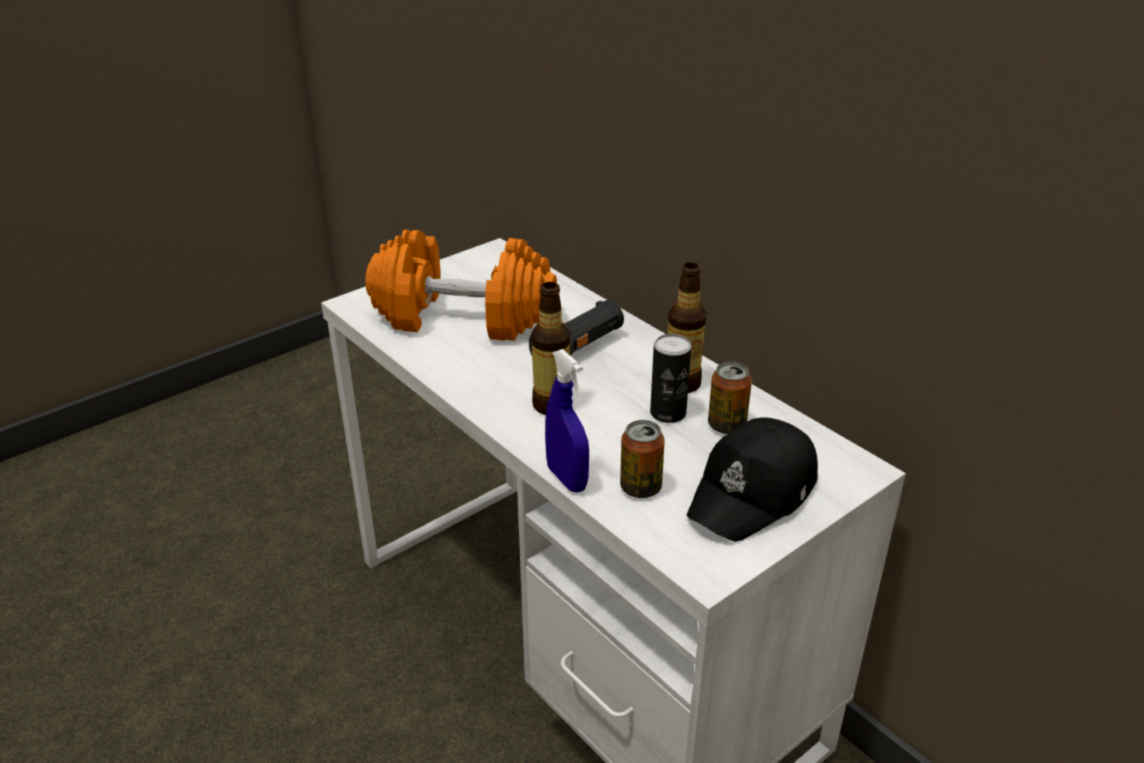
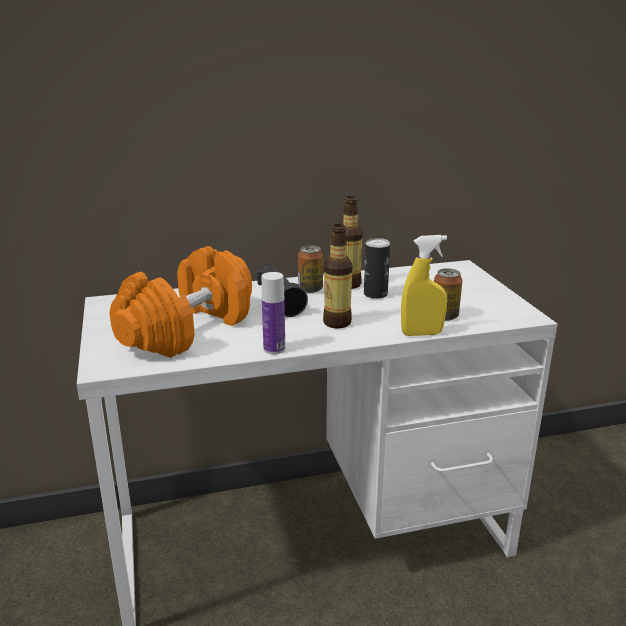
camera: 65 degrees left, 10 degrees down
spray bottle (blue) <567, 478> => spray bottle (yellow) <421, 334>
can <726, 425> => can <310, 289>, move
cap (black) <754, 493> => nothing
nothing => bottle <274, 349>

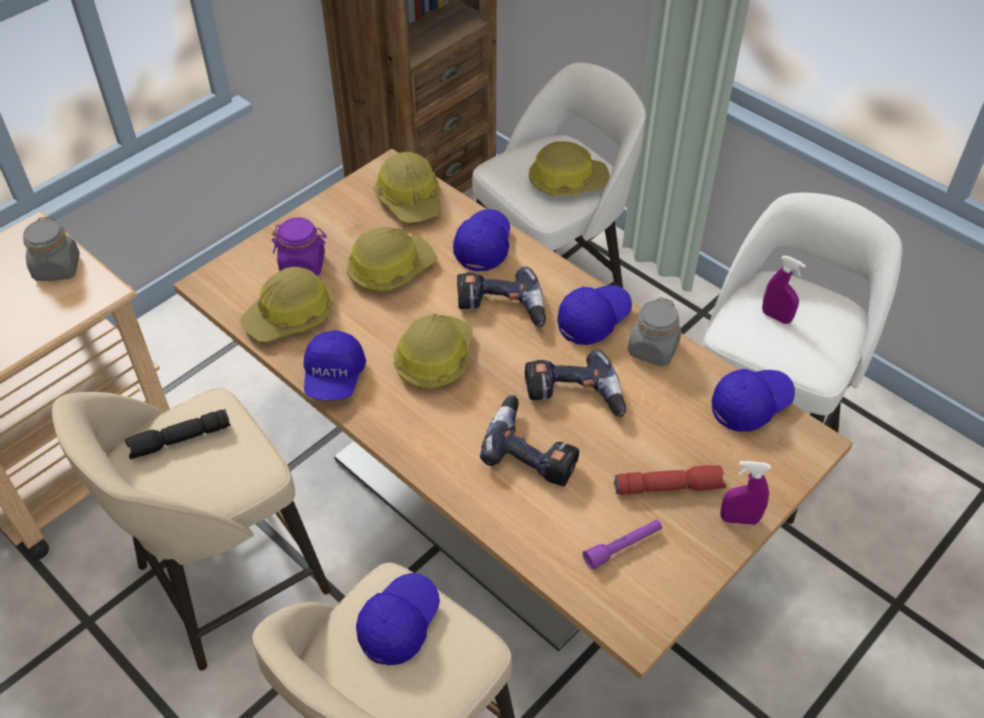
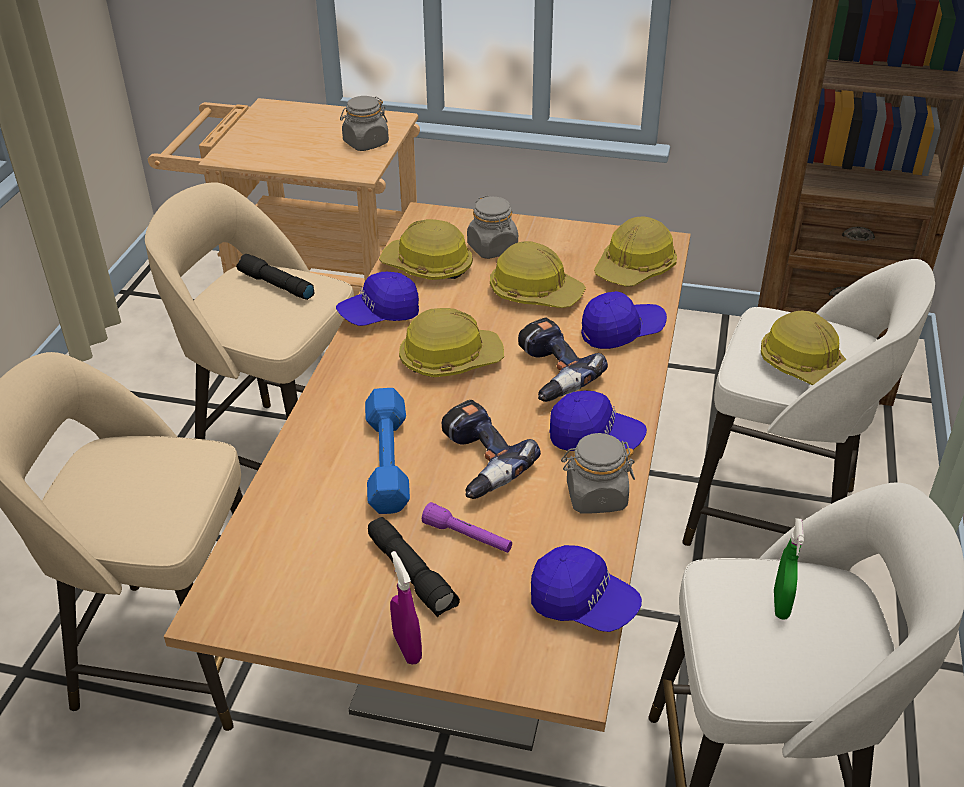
camera: 60 degrees right, 10 degrees down
jar (purple) <303, 264> => jar (grey) <492, 248>
spray bottle (purple) <776, 317> => spray bottle (green) <781, 604>
power drill <532, 450> => dumbbell (blue) <388, 460>
flashlight (red) <668, 486> => flashlight (black) <413, 574>
flashlight (purple) <623, 547> => flashlight (purple) <467, 537>, move
cap (blue) <399, 624> => nothing

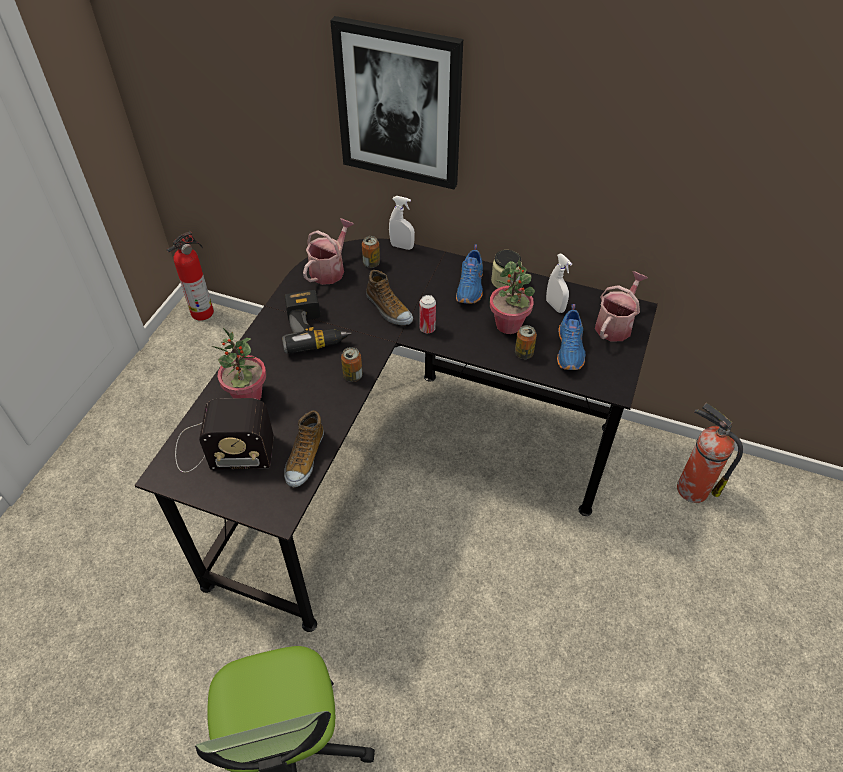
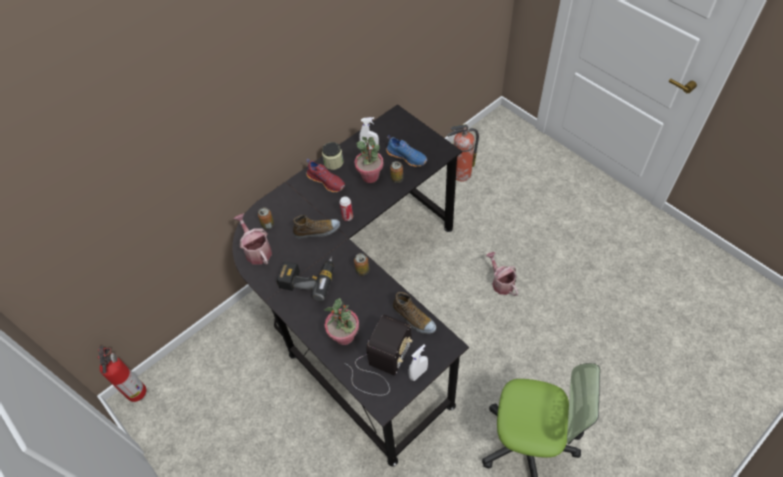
camera: 60 degrees left, 5 degrees up
picture <399, 105> => nothing
spray bottle (white) <402, 246> => spray bottle (white) <418, 373>, move
shoe (blue) <471, 287> => shoe (red) <327, 181>
watering can <615, 324> => watering can <501, 282>, move

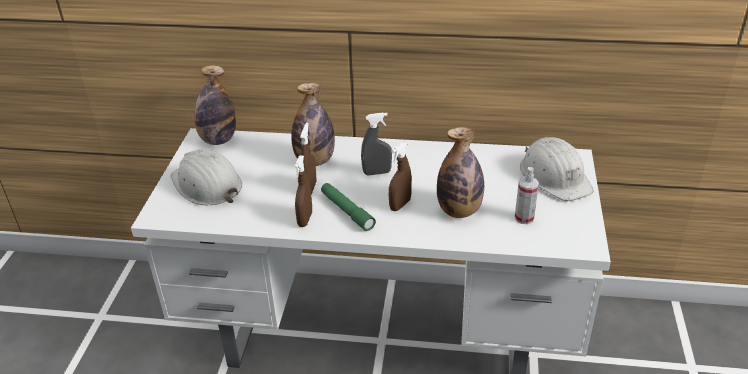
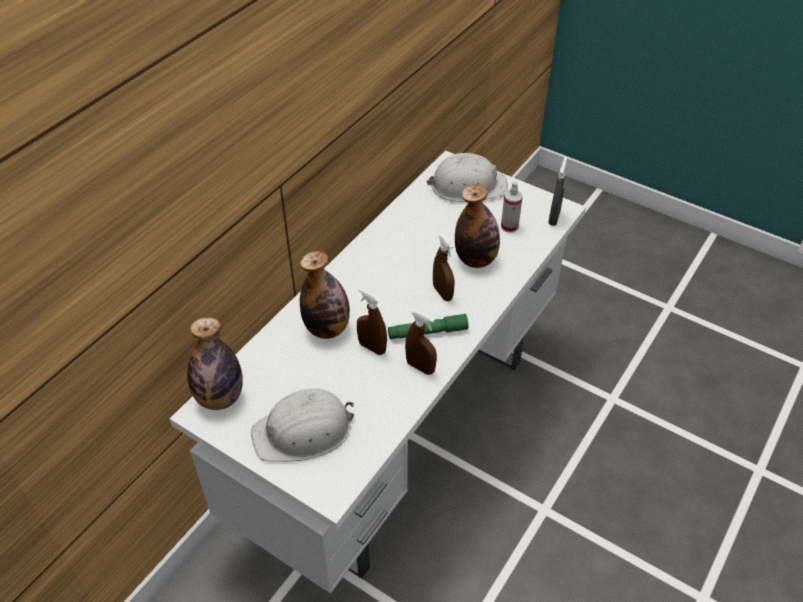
camera: 65 degrees left, 10 degrees up
spray bottle (grey) <377, 172> => spray bottle (grey) <554, 218>, move

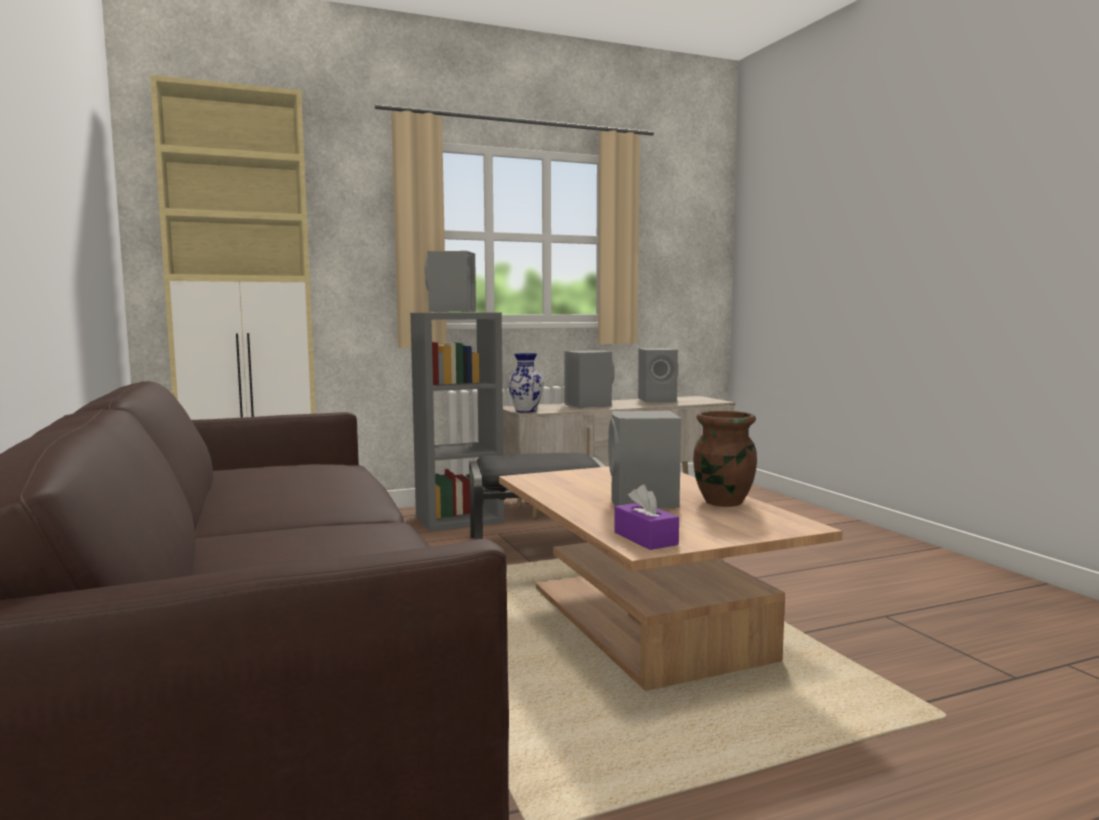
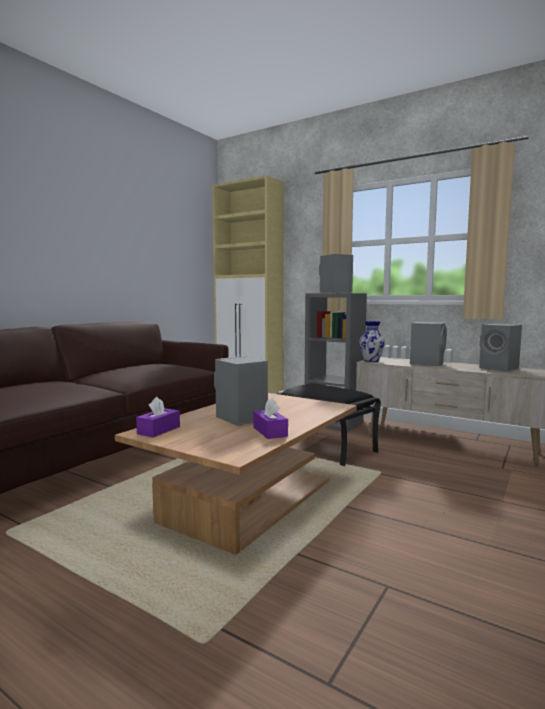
camera: 55 degrees right, 0 degrees up
vase (brown) <723, 502> => tissue box (purple) <270, 432>

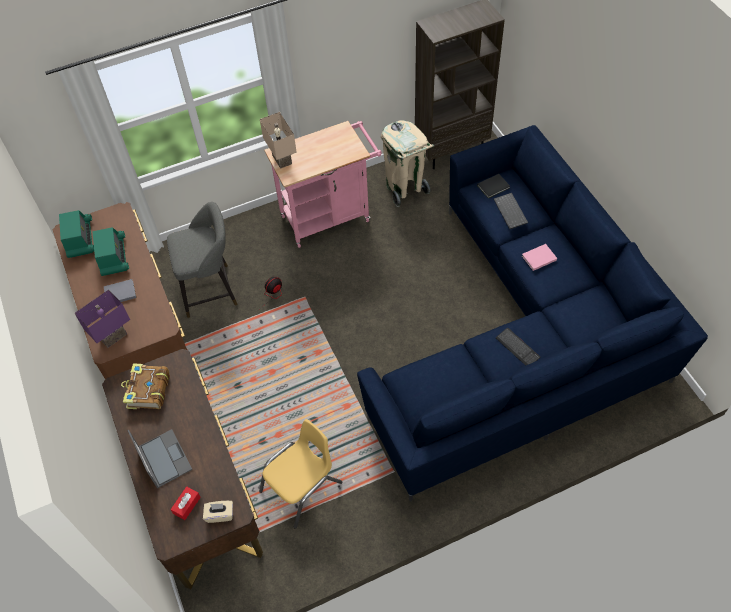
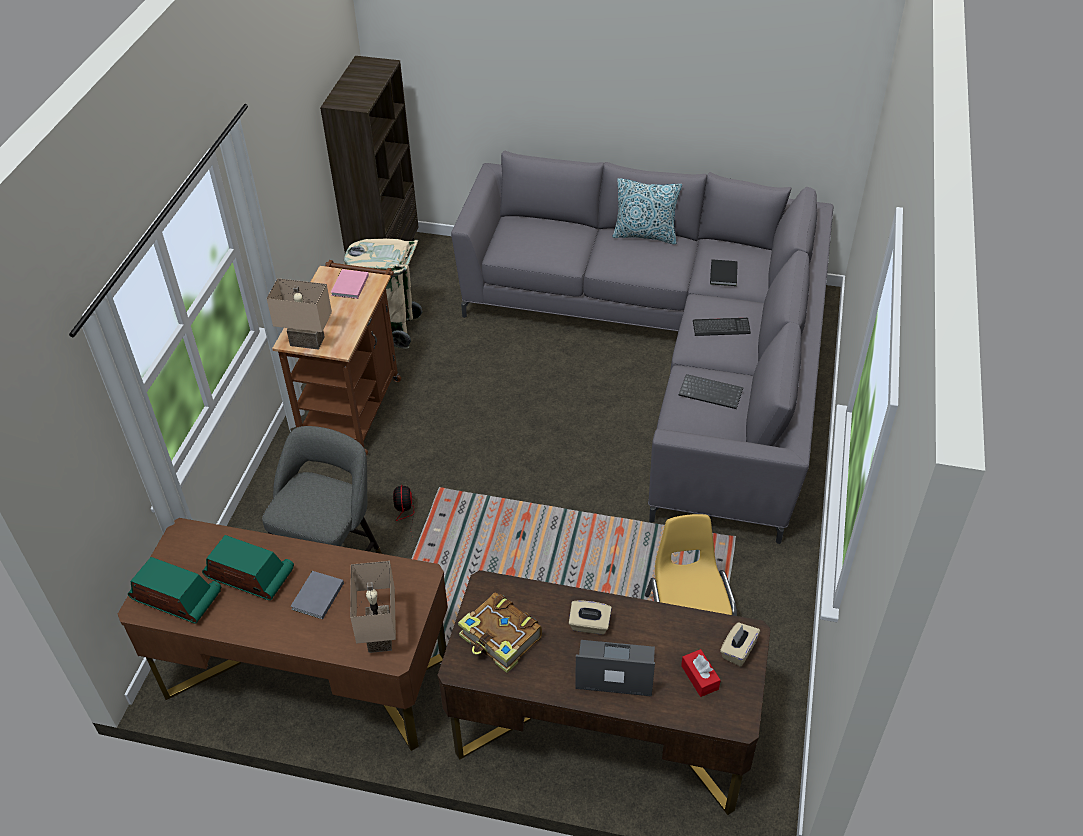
camera: 55 degrees left, 10 degrees down
cart (pink) <330, 216> => cart (brown) <354, 406>
sofa (blue) <525, 340> => sofa (grey) <672, 353>
book (black) <494, 187> => book (black) <724, 273>, move
keyboard <511, 212> => keyboard <711, 392>, move
book (pink) <538, 258> => book (pink) <349, 286>, move
table lamp (purple) <113, 335> => table lamp (beige) <377, 635>
nothing => pillow <645, 235>
nothing => tissue box (beige) <589, 625>

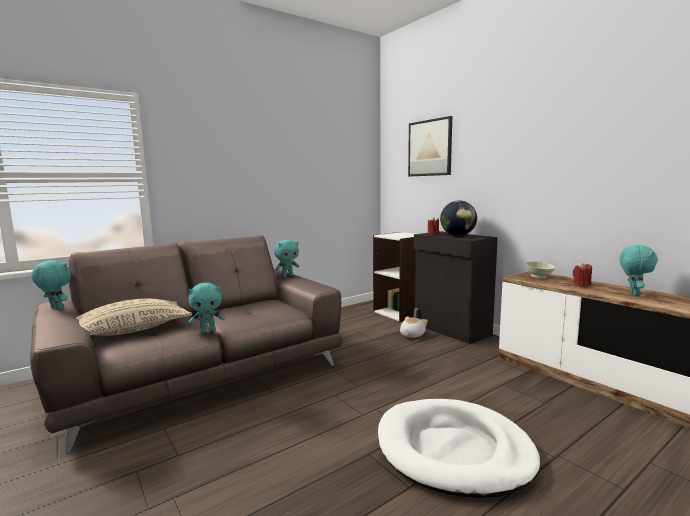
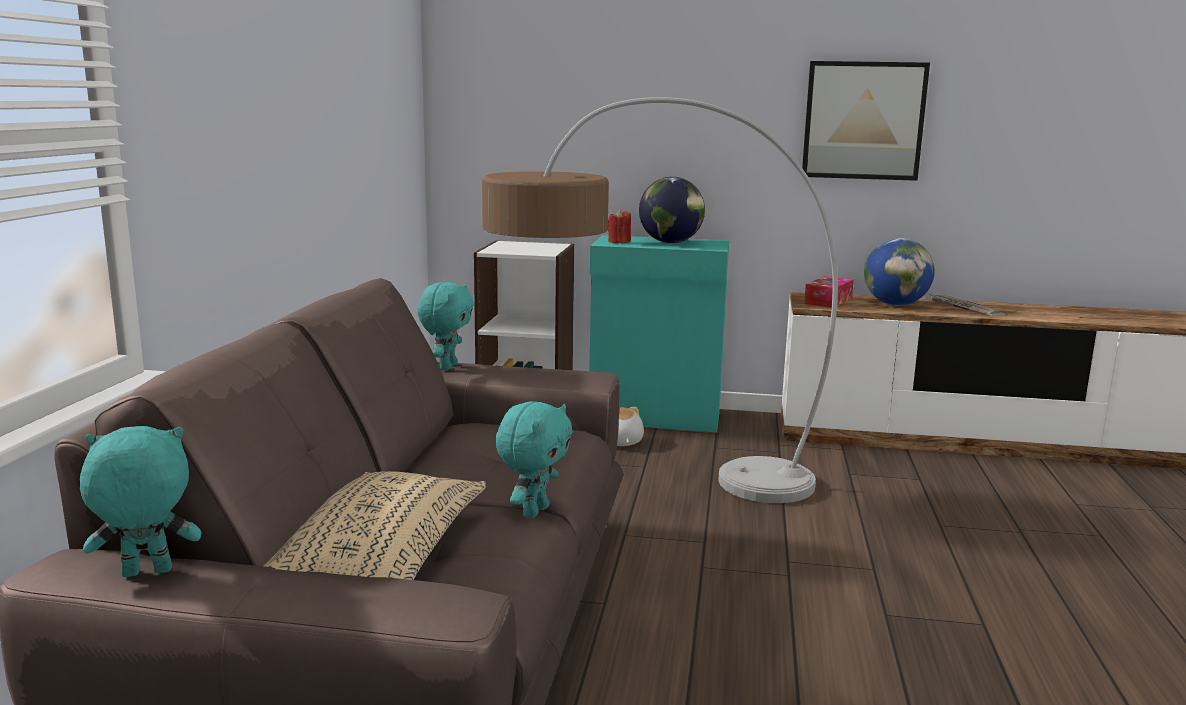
camera: 45 degrees left, 5 degrees up
picture <429, 148> => picture <863, 121>, move
cabinet (black) <451, 330> => cabinet (turquoise) <656, 417>
plush toy (turquoise) <633, 294> => newspaper <964, 308>
bowl (beige) <539, 277> => tissue box <828, 301>
candle (red) <581, 285> => globe <895, 304>
dog bed (white) <454, 450> => nothing
nothing => floor lamp <635, 478>

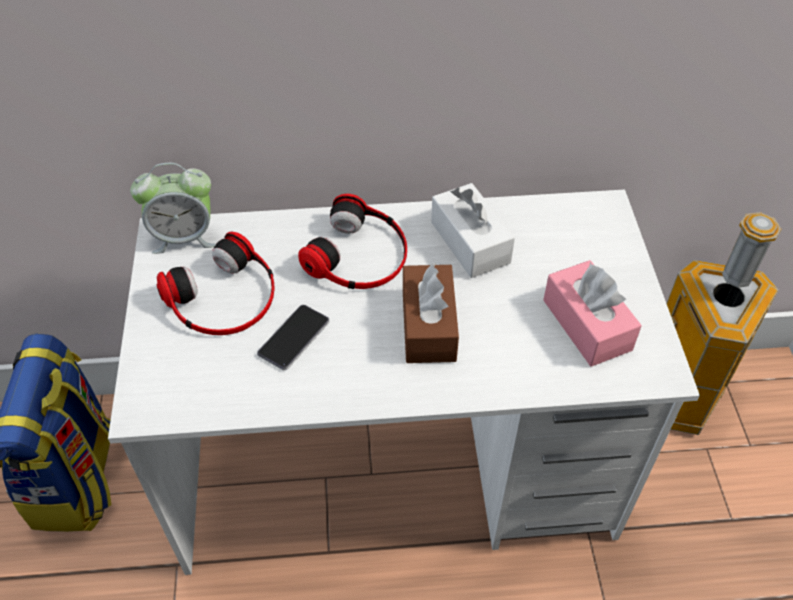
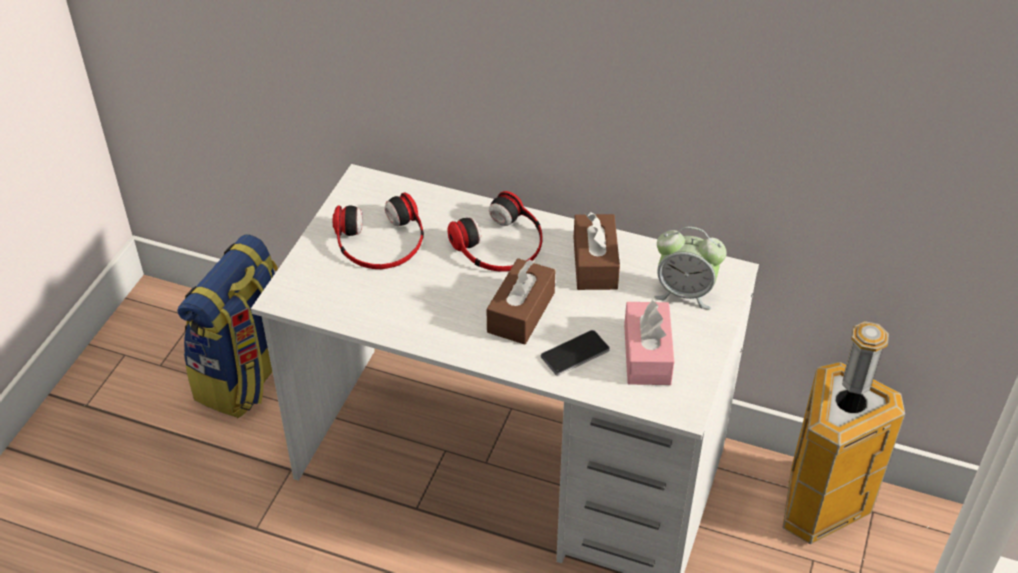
camera: 25 degrees right, 5 degrees down
alarm clock <184, 237> => alarm clock <685, 292>, move
tissue box (white) <470, 242> => tissue box (brown) <595, 263>
phone <294, 338> => phone <575, 353>, move

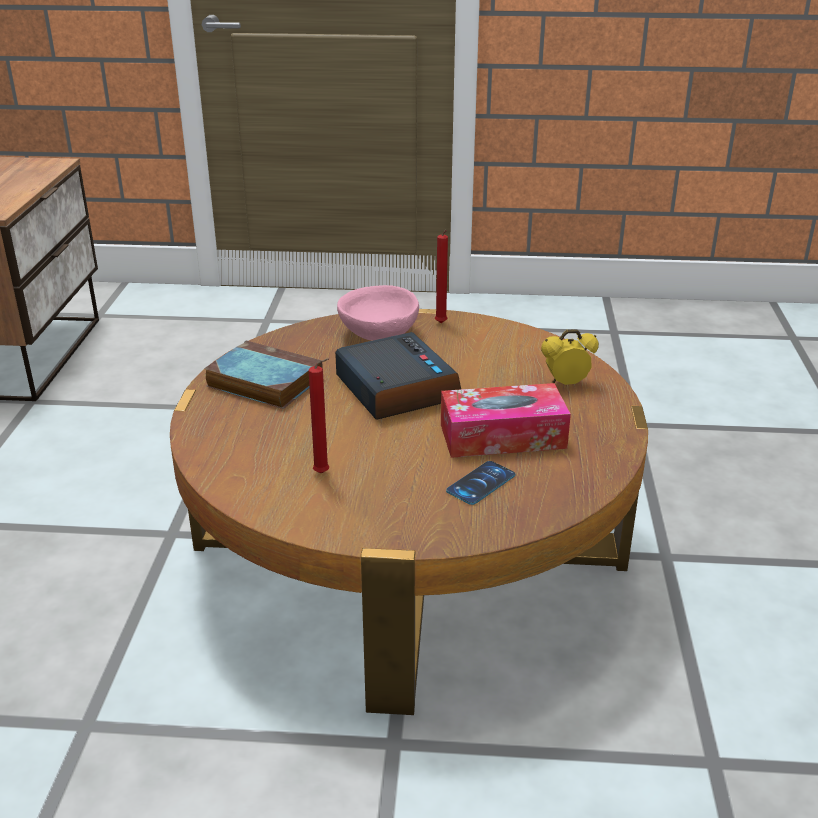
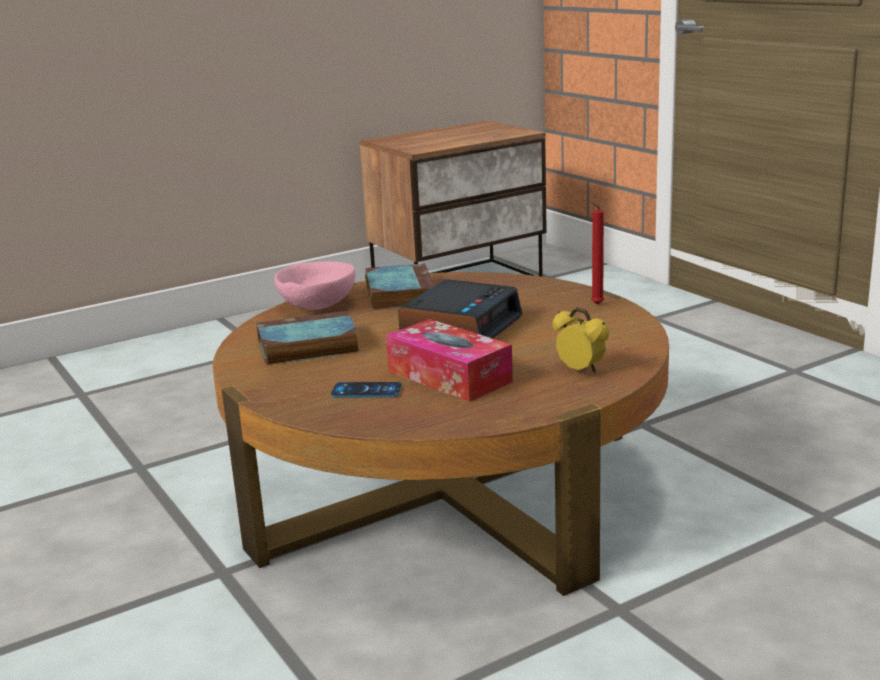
camera: 55 degrees right, 10 degrees down
bowl (pink) <378, 334> => bowl (pink) <317, 305>, move
candle (red) <324, 474> => book <306, 347>

